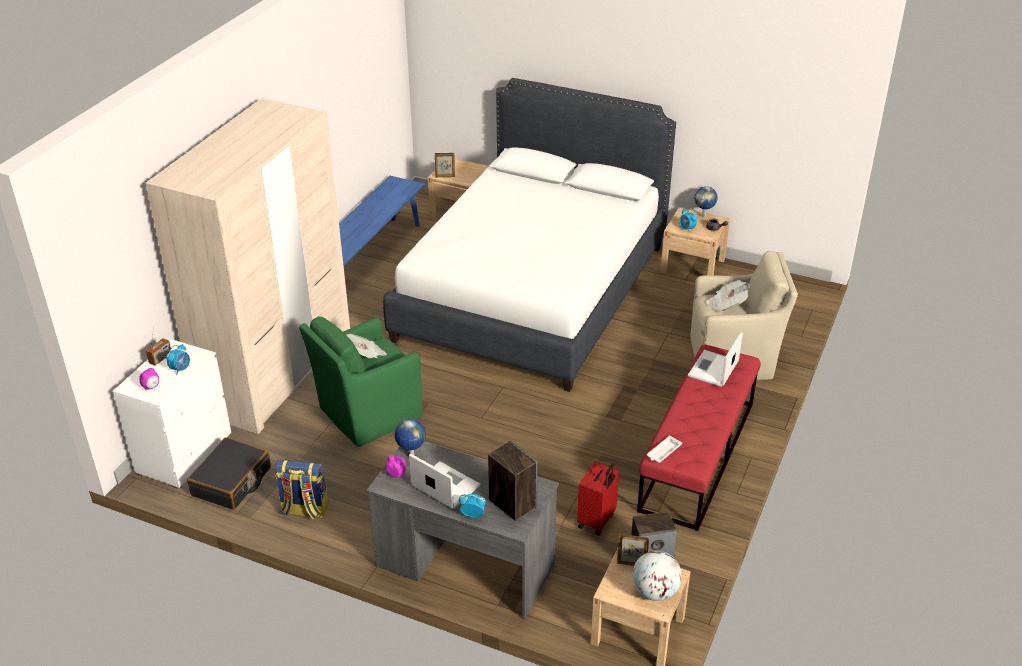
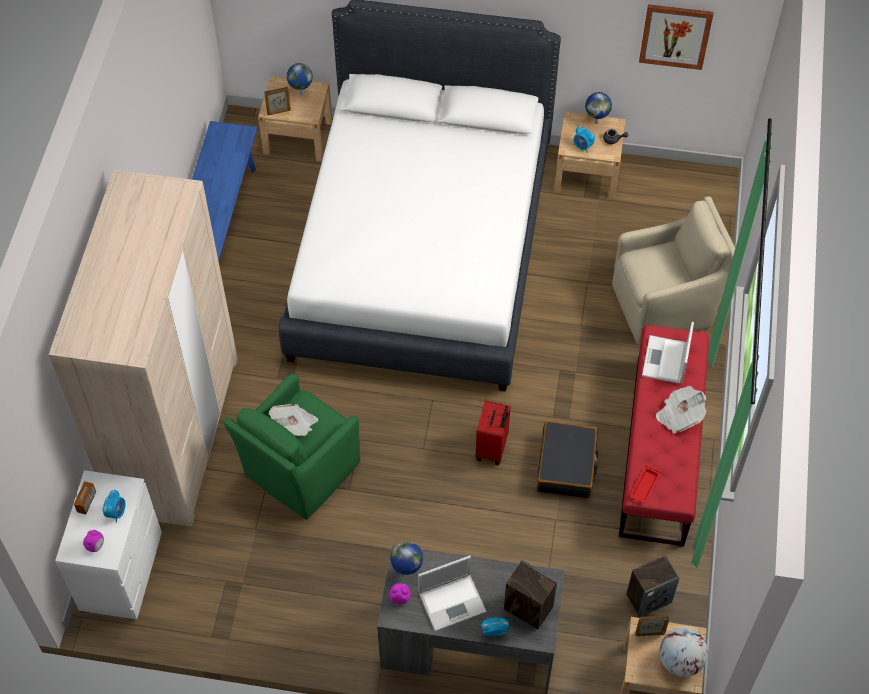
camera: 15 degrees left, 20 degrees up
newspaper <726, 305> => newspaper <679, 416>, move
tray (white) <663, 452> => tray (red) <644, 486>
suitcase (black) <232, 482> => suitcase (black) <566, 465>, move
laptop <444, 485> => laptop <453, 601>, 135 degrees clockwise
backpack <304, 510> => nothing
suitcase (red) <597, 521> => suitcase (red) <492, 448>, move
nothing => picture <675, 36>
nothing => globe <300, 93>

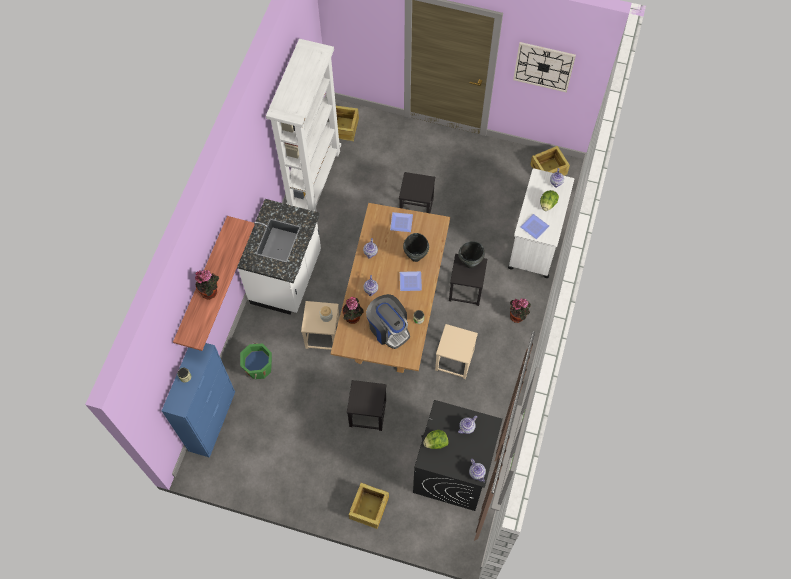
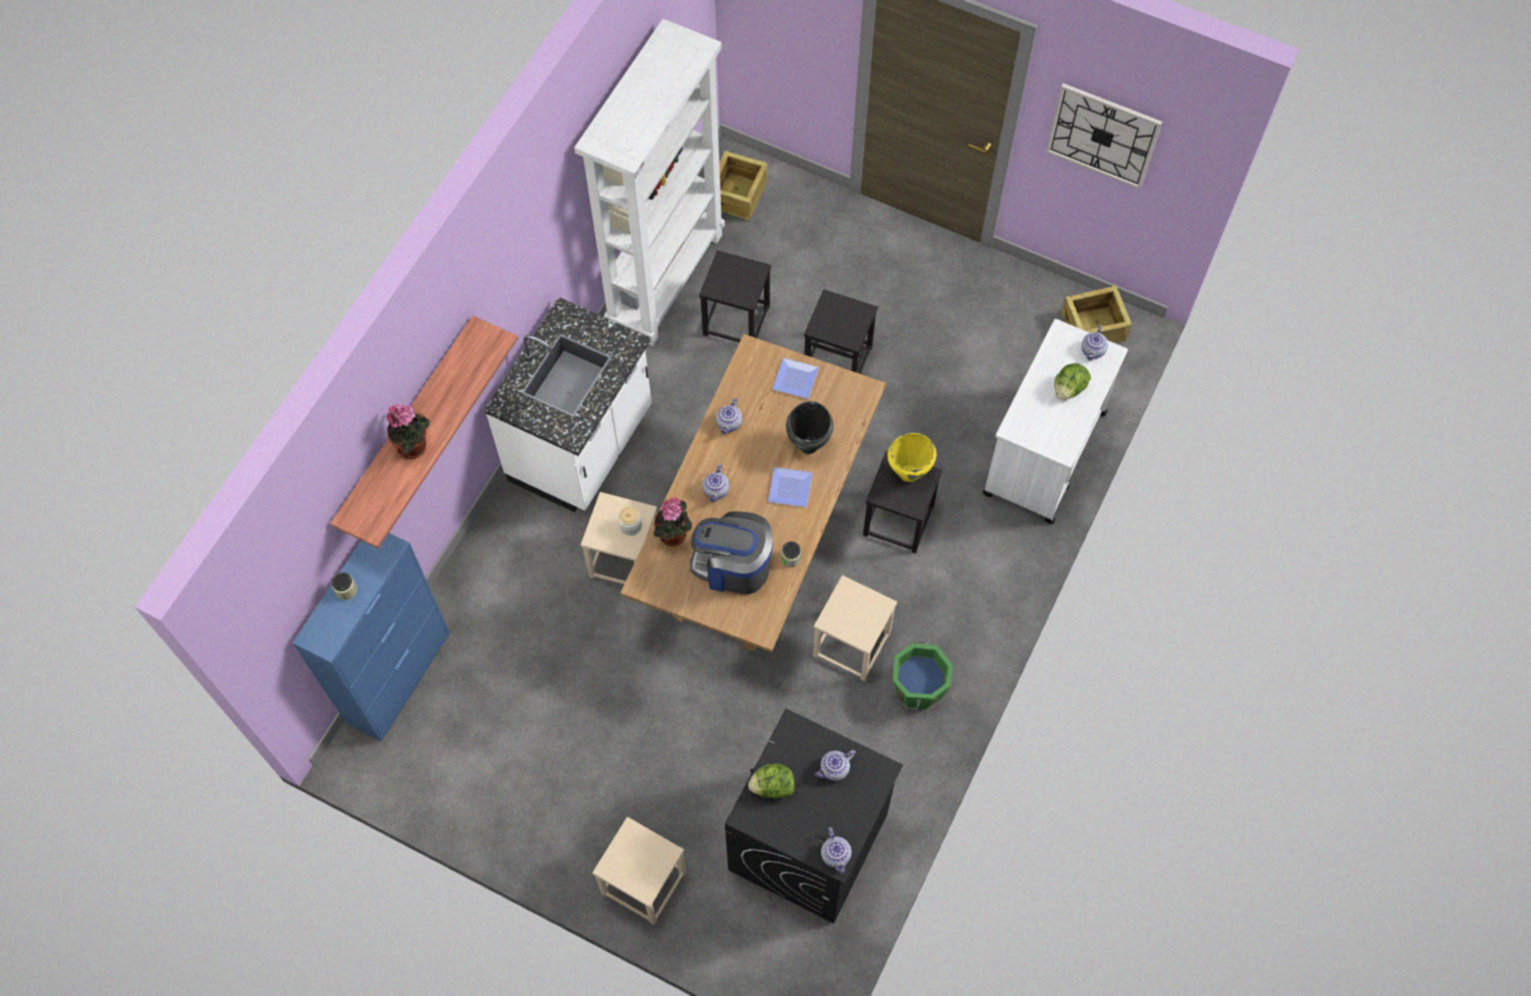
camera: 10 degrees right, 0 degrees up
plate <534, 228> => nothing
cooking pot (black) <470, 264> => cooking pot (yellow) <909, 474>
coffee machine <388, 328> => coffee machine <733, 566>, 135 degrees clockwise
potted plant <518, 316> => nothing
bucket (green) <258, 368> => bucket (green) <917, 688>, move
stool (black) <367, 414> => stool (black) <736, 321>, move
crate <368, 508> => stool (beige) <643, 883>

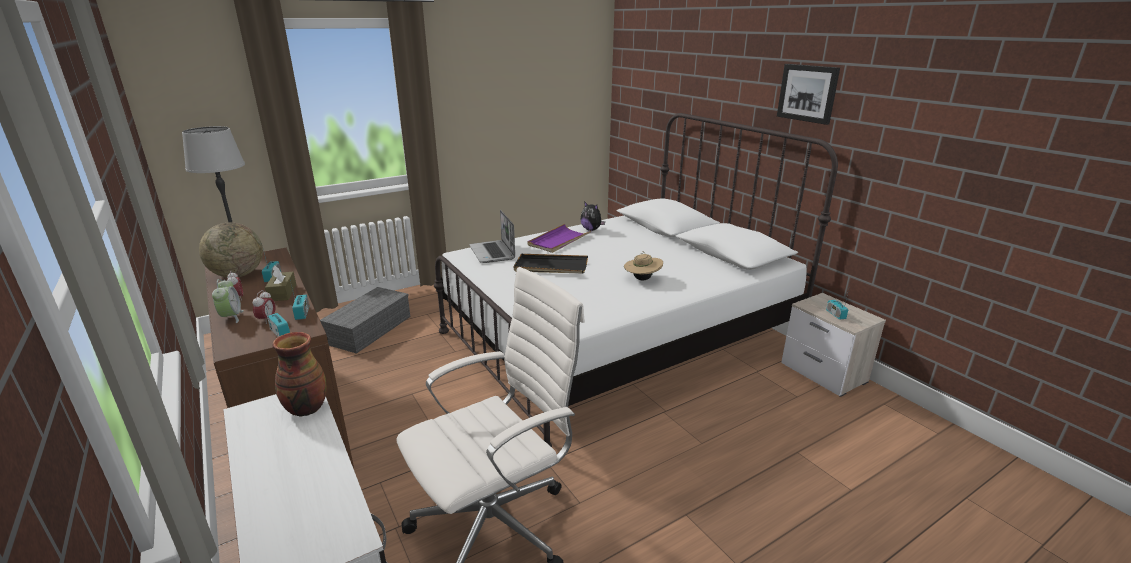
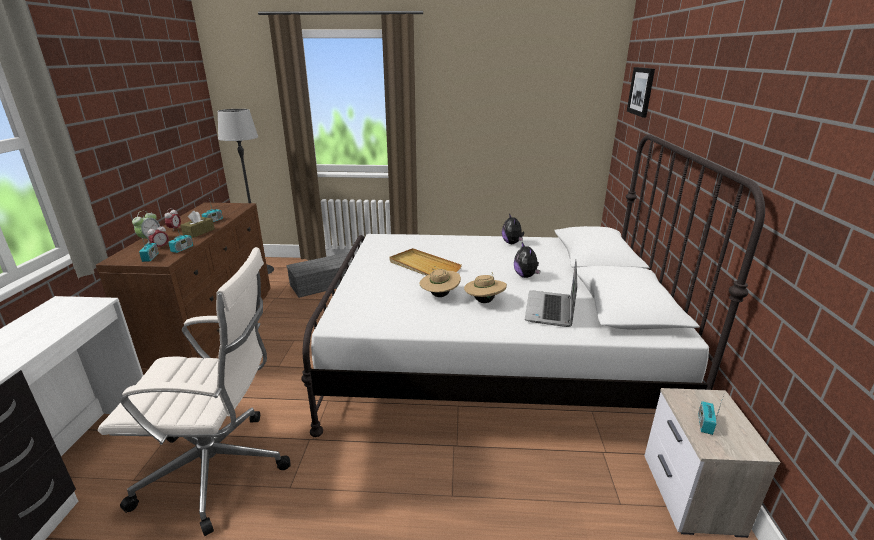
camera: 35 degrees right, 0 degrees up
picture <808, 93> => picture <641, 91>, move
laptop <493, 253> => laptop <550, 310>, move
globe <238, 275> => nothing
tray (purple) <559, 240> => nothing
tray (black) <551, 267> => tray (beige) <423, 266>
vase <305, 408> => nothing
nothing => plush toy <526, 276>
nothing => hat (beige) <439, 295>

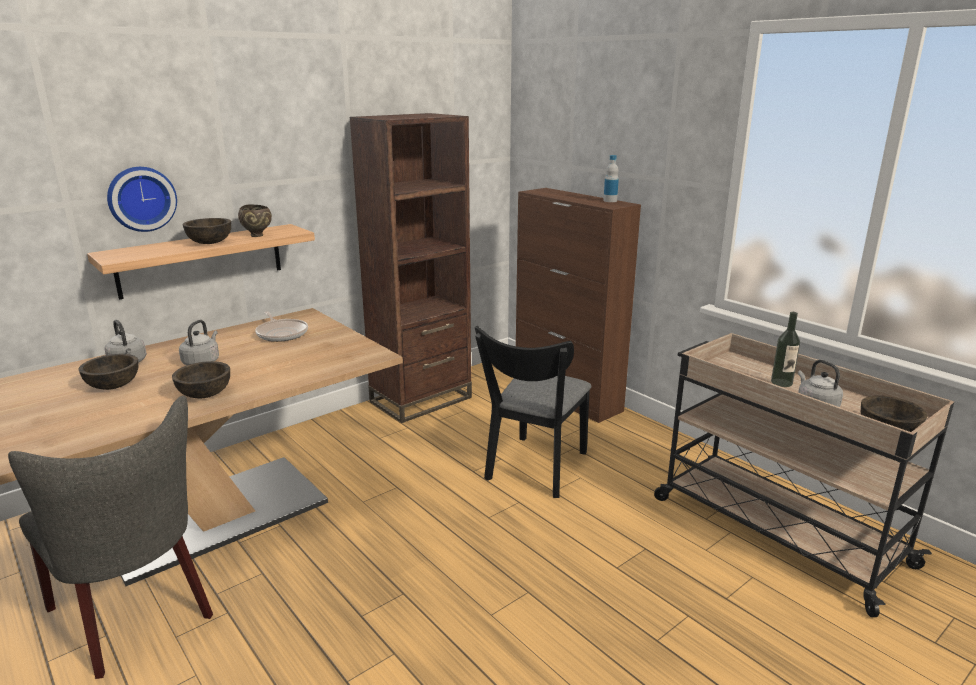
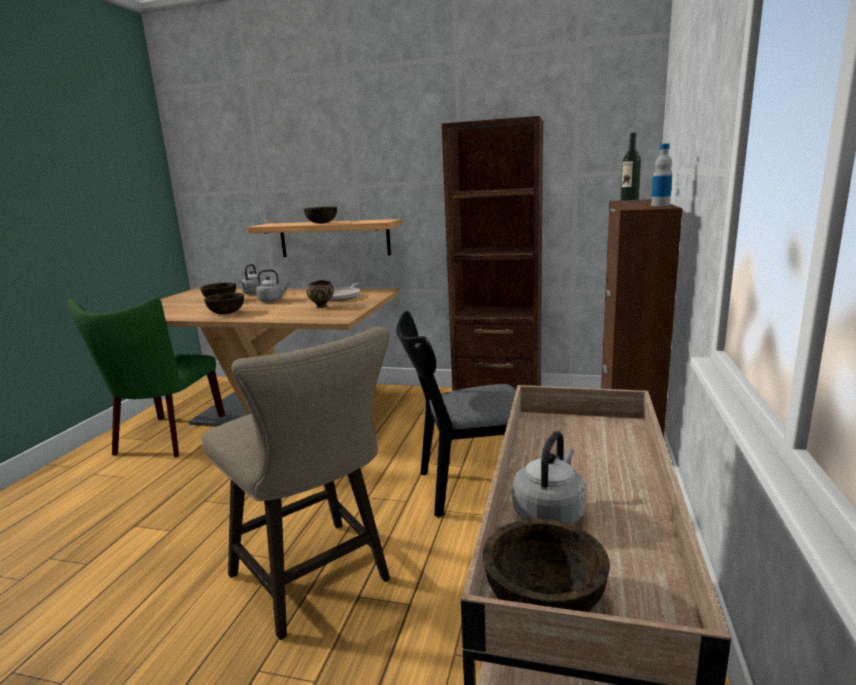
camera: 55 degrees right, 5 degrees down
wall clock <141, 198> => nothing
bowl (brown) <257, 235> => bowl (brown) <321, 307>, move
bottle <781, 382> => bottle <629, 201>, move
chair (grey) <137, 616> => chair (green) <166, 439>
nothing => stool (beige) <316, 582>

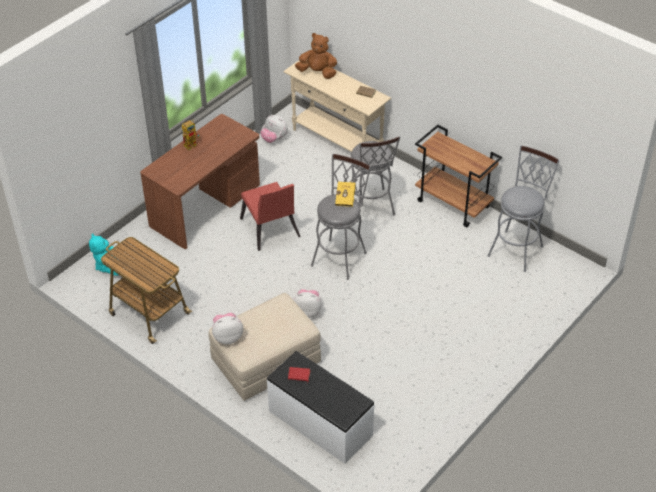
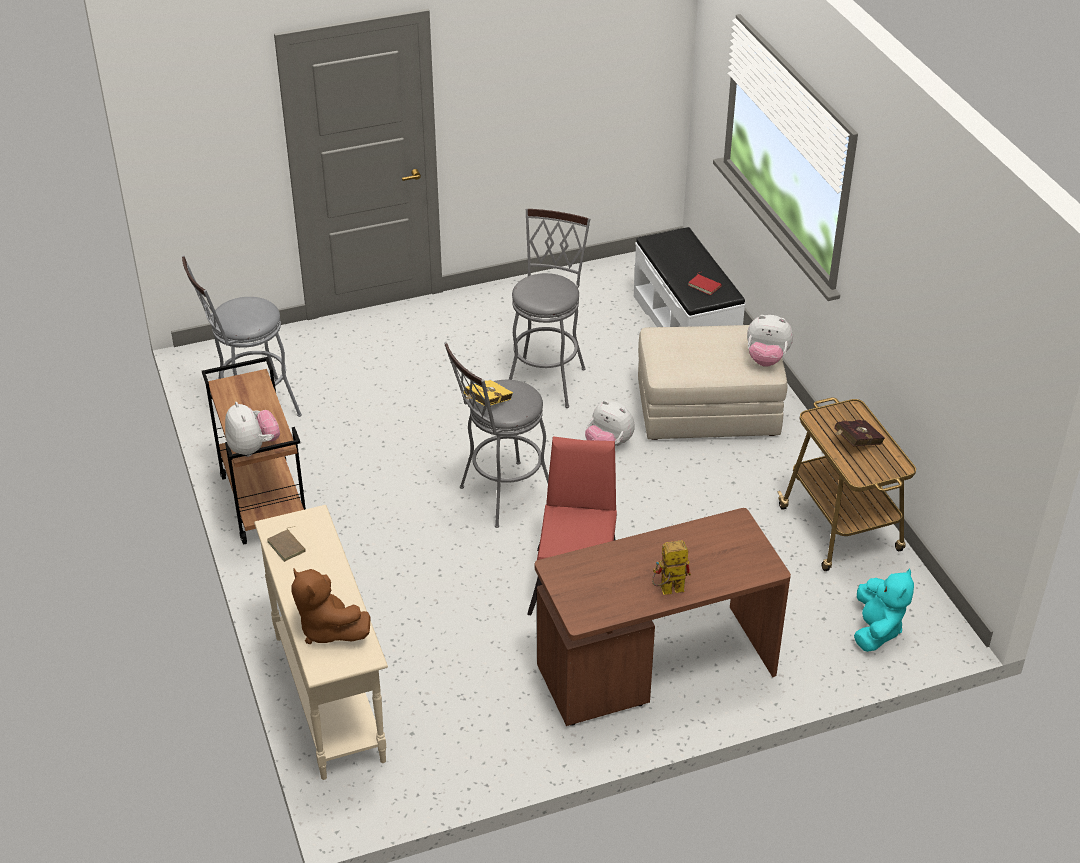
camera: 150 degrees left, 5 degrees down
plush toy <274, 139> => plush toy <253, 448>, move
stool (grey) <371, 208> => stool (grey) <548, 377>, move
nothing => book (red) <855, 443>

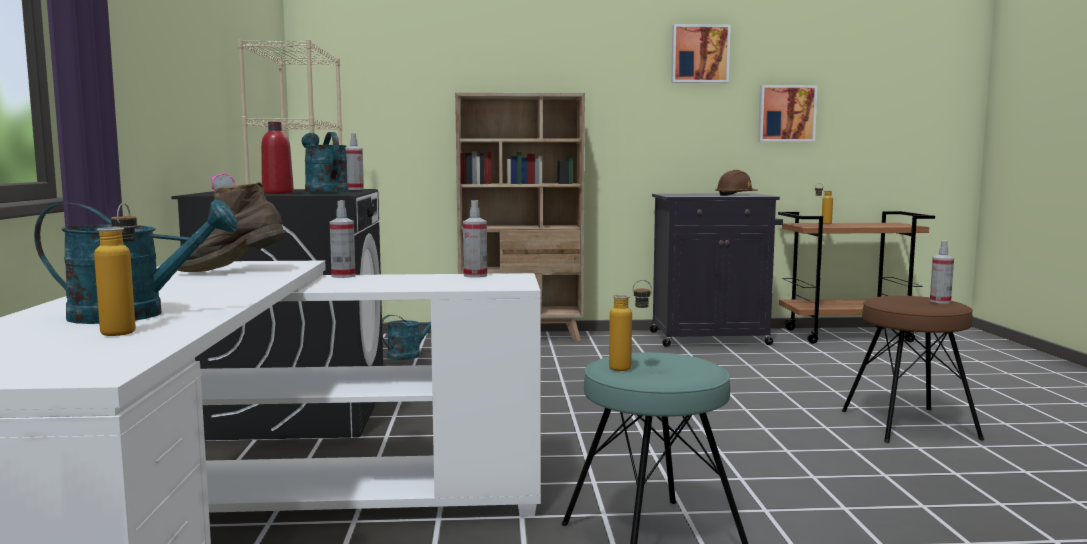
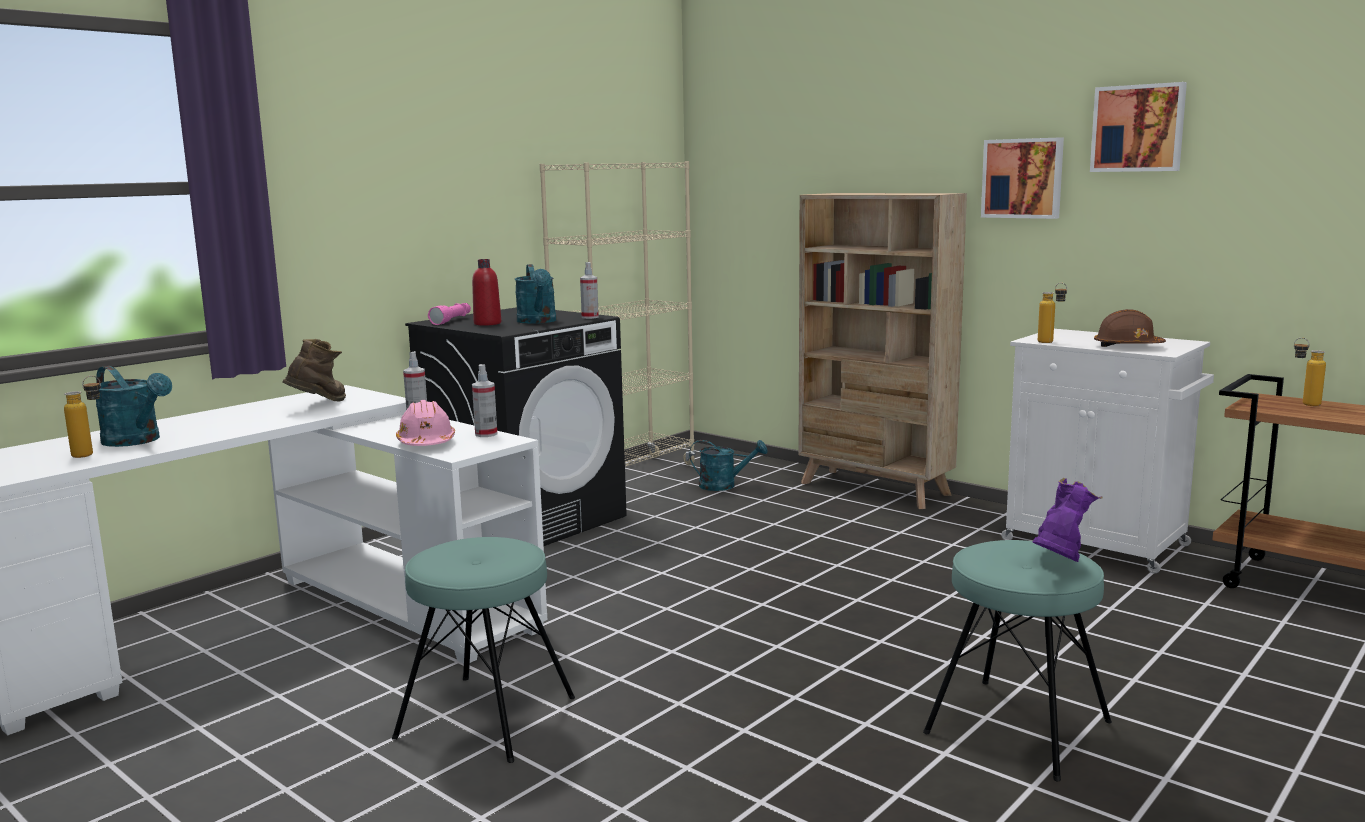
camera: 45 degrees right, 5 degrees up
picture <786, 113> => picture <1023, 178>, move
watering can (turquoise) <323, 191> => watering can (turquoise) <538, 321>, 150 degrees clockwise
boot (brown) <232, 272> => boot (brown) <319, 405>, 75 degrees clockwise
cabinet (black) <711, 338> => cabinet (white) <1098, 544>
spray bottle <940, 301> => boot (purple) <1058, 568>
bottle <629, 368> => bottle <1051, 342>, move
stool (brown) <908, 425> => stool (turquoise) <1018, 727>
nothing => hard hat (pink) <426, 443>

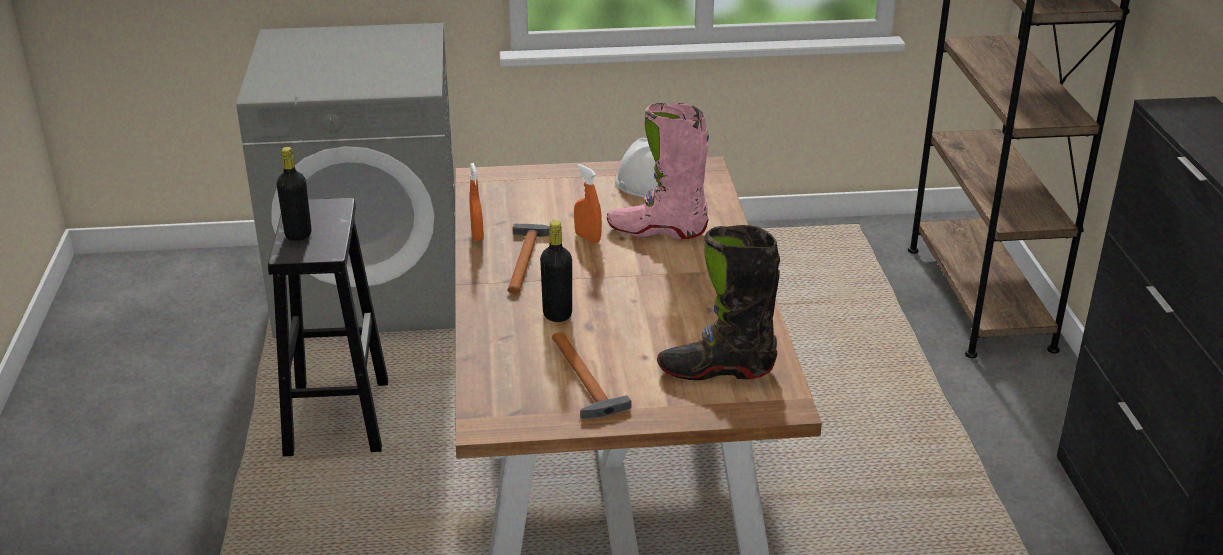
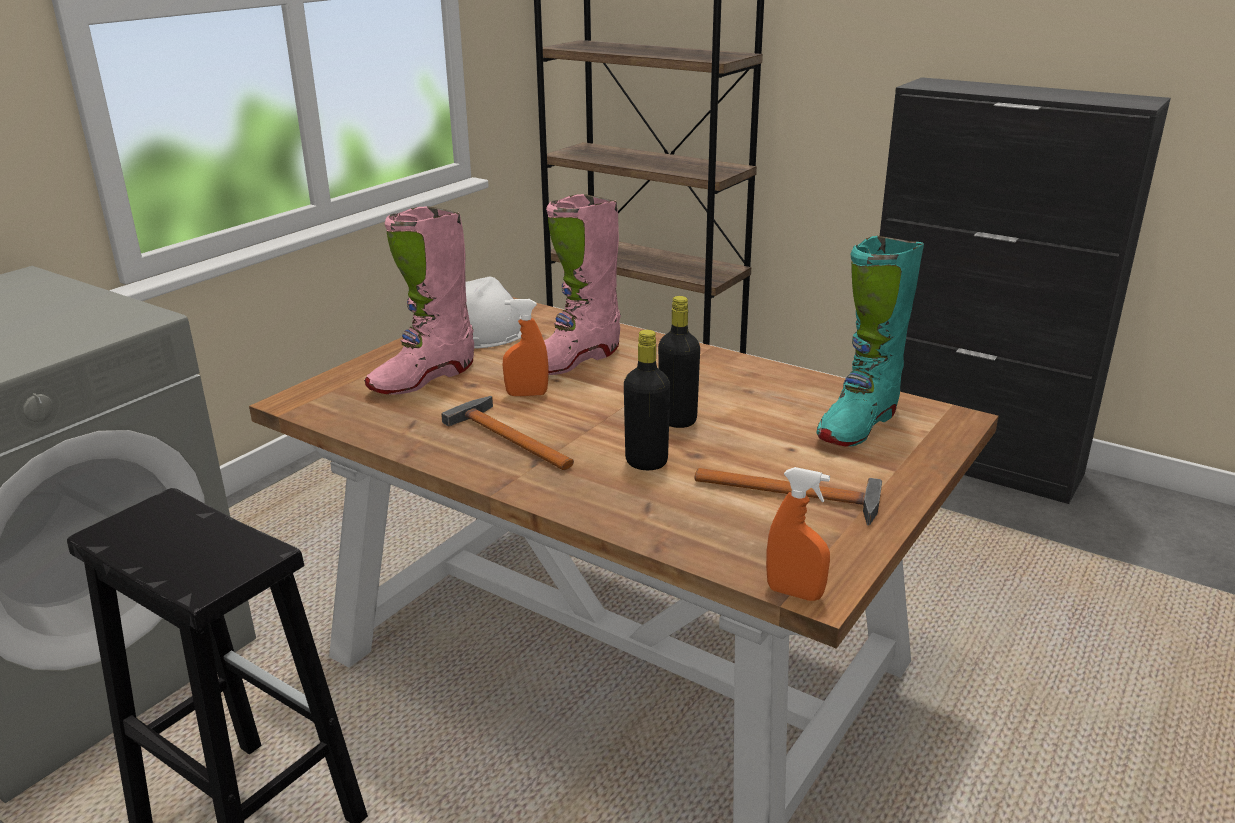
camera: 50 degrees left, 5 degrees down
bottle (black) <298, 235> => bottle (black) <677, 420>, move
spray bottle (orange) <477, 235> => spray bottle (orange) <794, 593>, move
boot (black) <716, 370> => boot (turquoise) <857, 425>
nothing => boot (pink) <422, 378>

